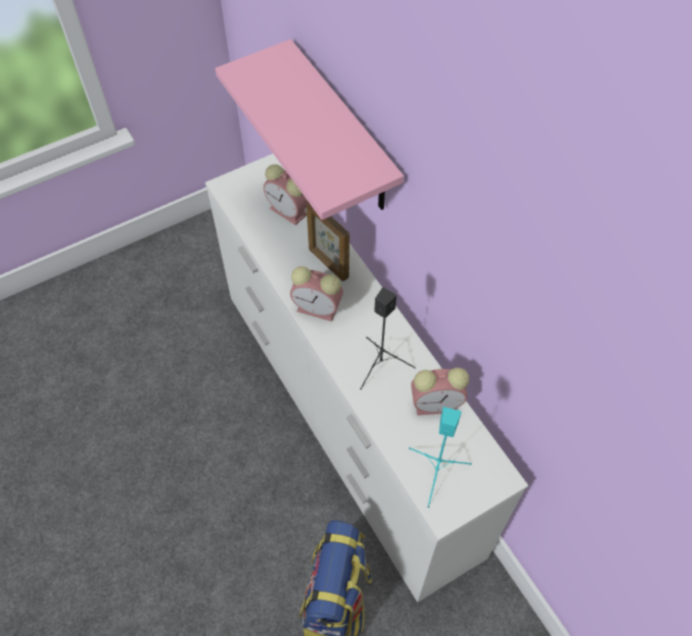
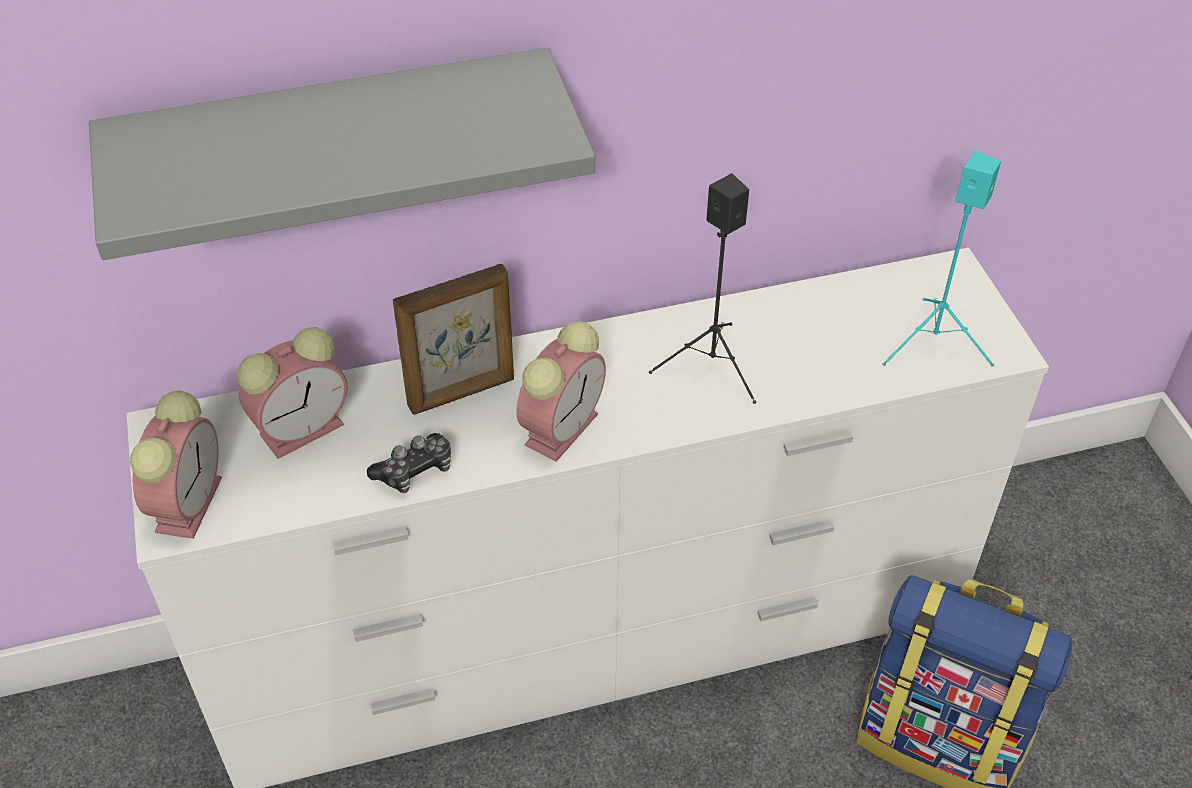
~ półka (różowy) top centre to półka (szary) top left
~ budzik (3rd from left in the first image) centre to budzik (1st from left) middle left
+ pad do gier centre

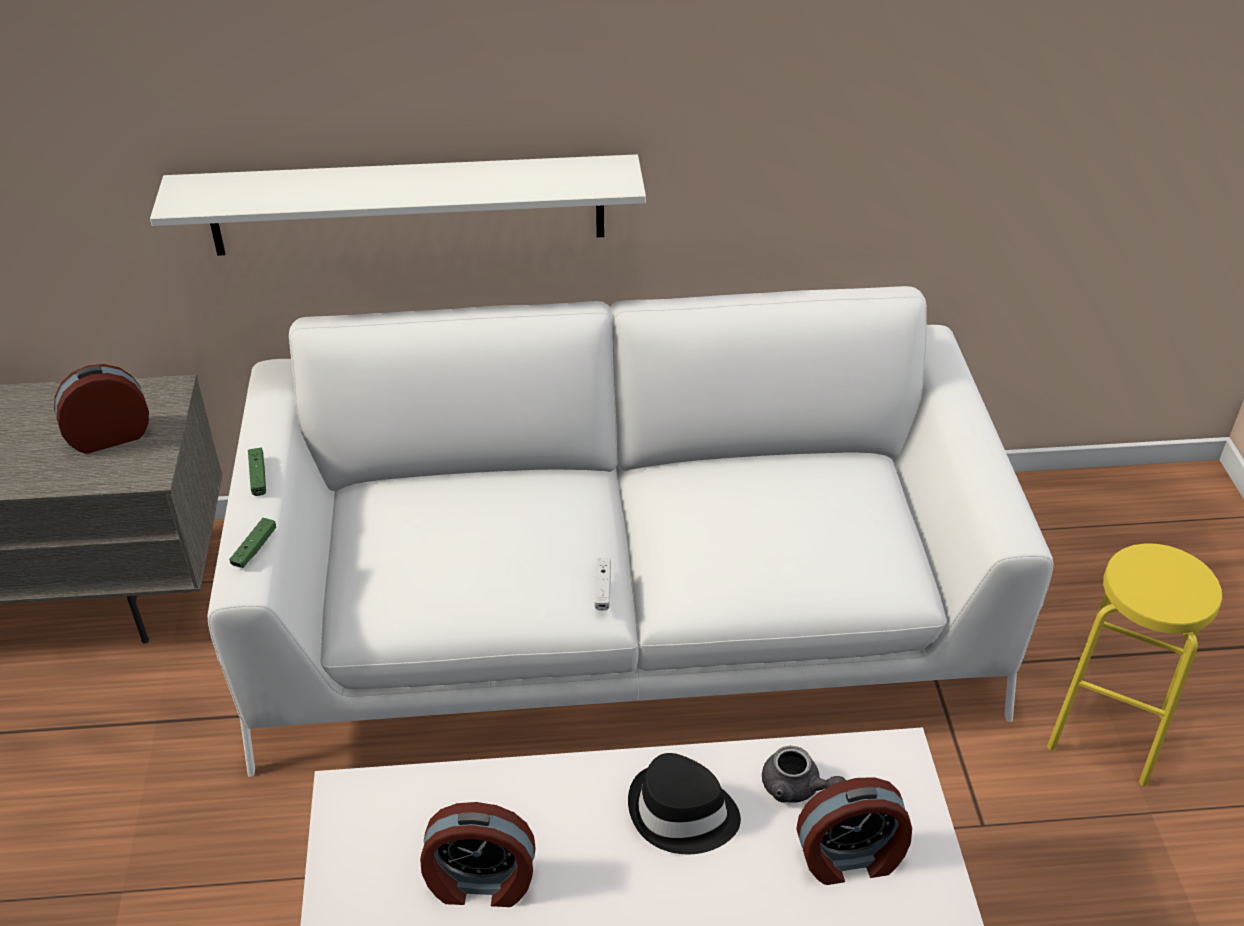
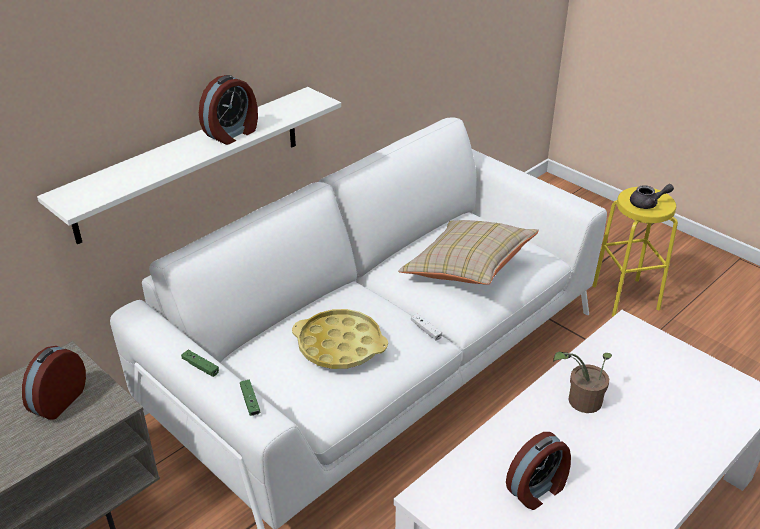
~ kapelusz (czarny) bottom centre to roślina doniczkowa bottom right
~ imbryk (szary) bottom centre to middle right
~ budzik (3rd from left in the first image) bottom right to budzik (2nd from left) top left
+ taca (żółty) centre
+ poduszka (beżowy) centre

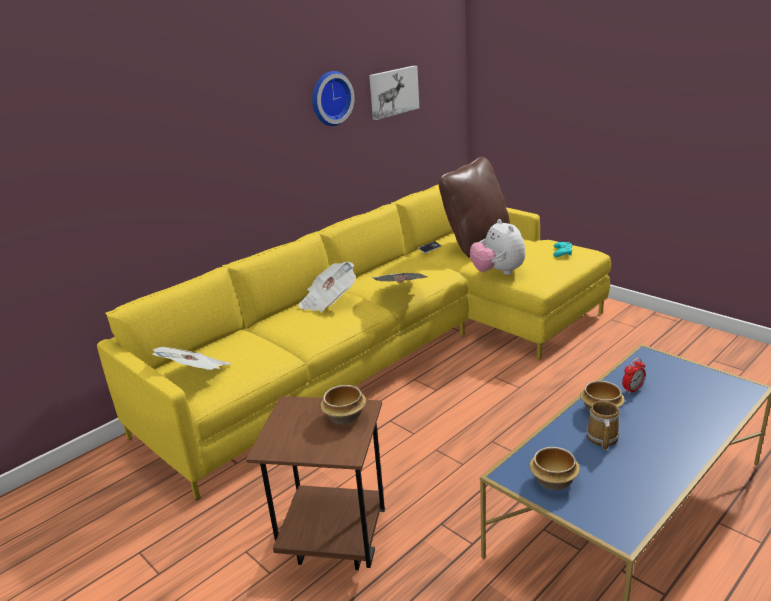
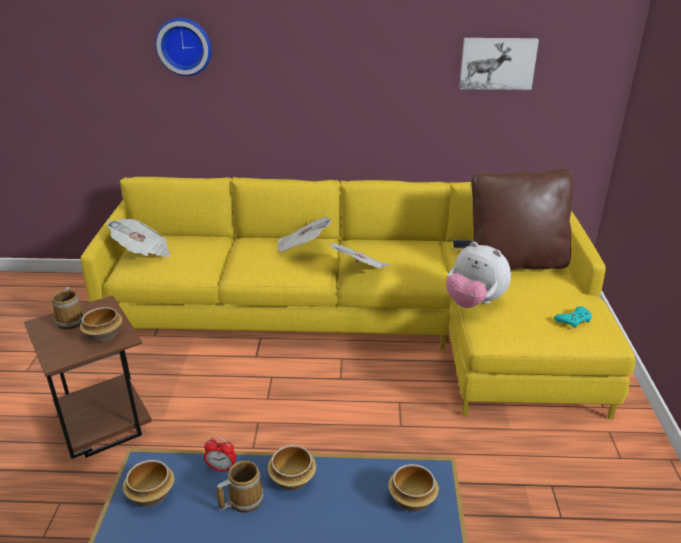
~ zegar ścienny top centre to top left
~ pluszak centre = middle right 75 degrees counterclockwise
~ budzik middle right to bottom left
+ kubek (1st from left) middle left
+ miska (4th from left) bottom centre

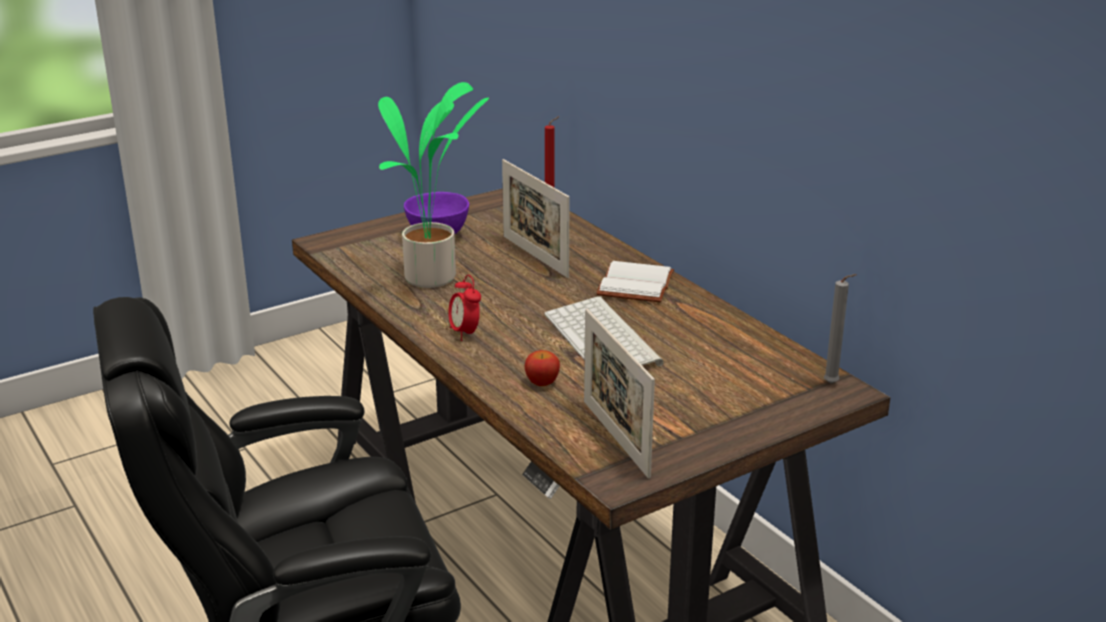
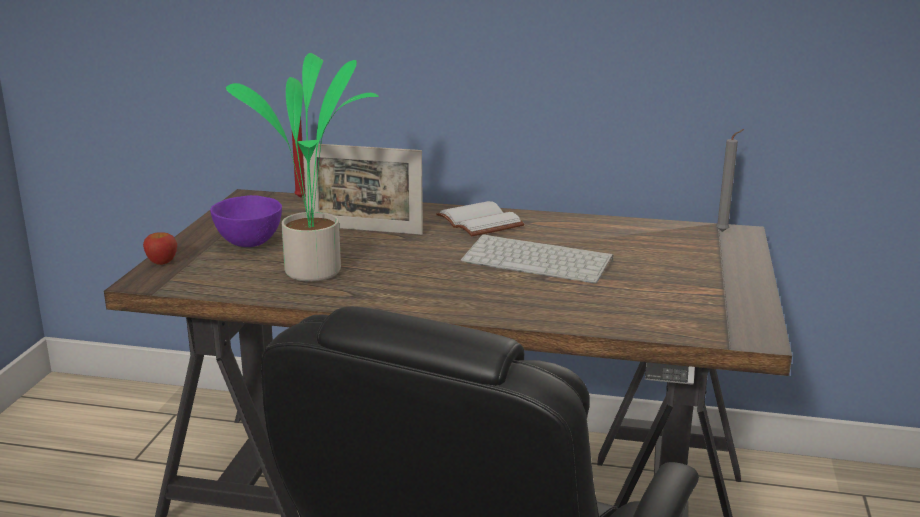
- budzik centre
~ jabłko centre to middle left
- ramka na zdjęcie (2nd from left) centre

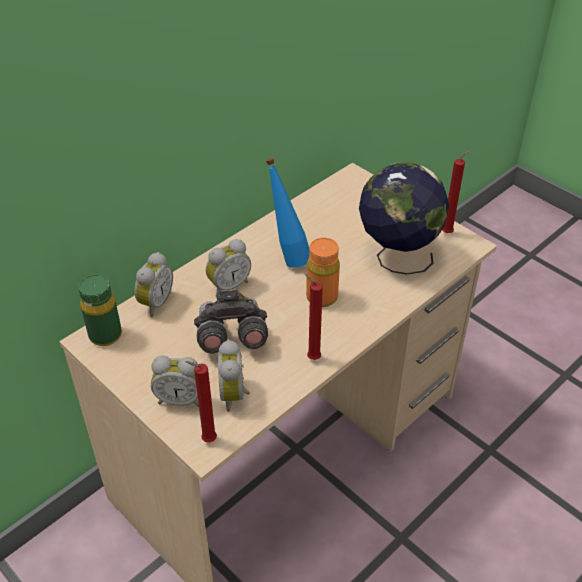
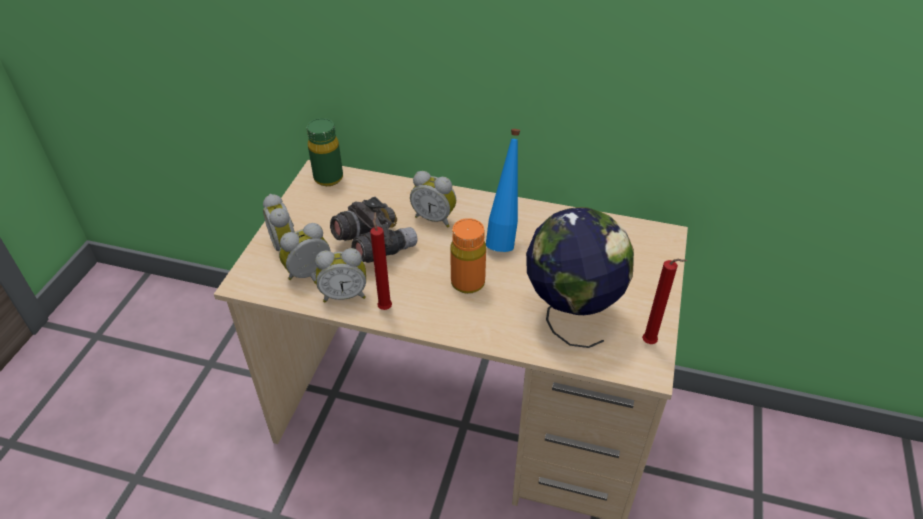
~ budzik (1st from left in the first image) middle left to budzik (3rd from left) centre
- świeca (czerwony) (1st from left) bottom centre

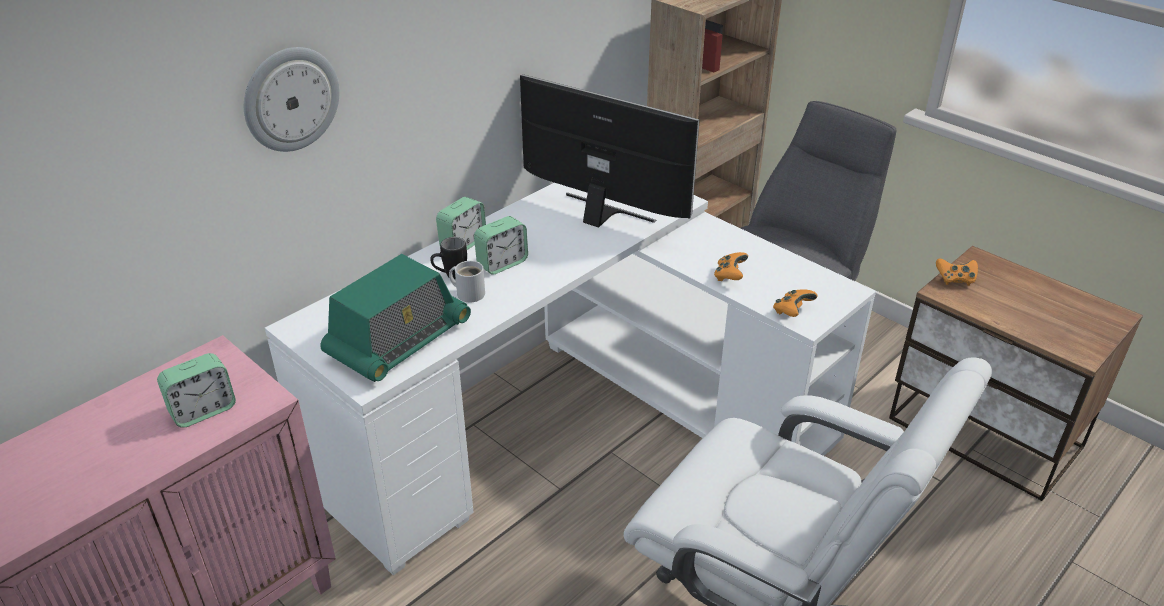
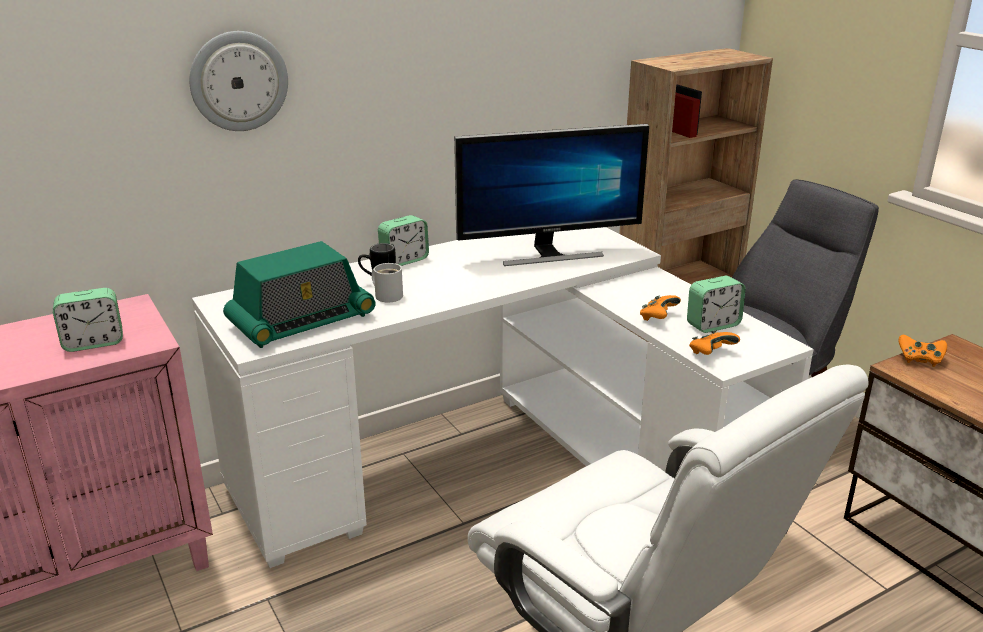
~ budzik (3rd from left) centre to middle right
~ monitor top centre = top centre 120 degrees clockwise

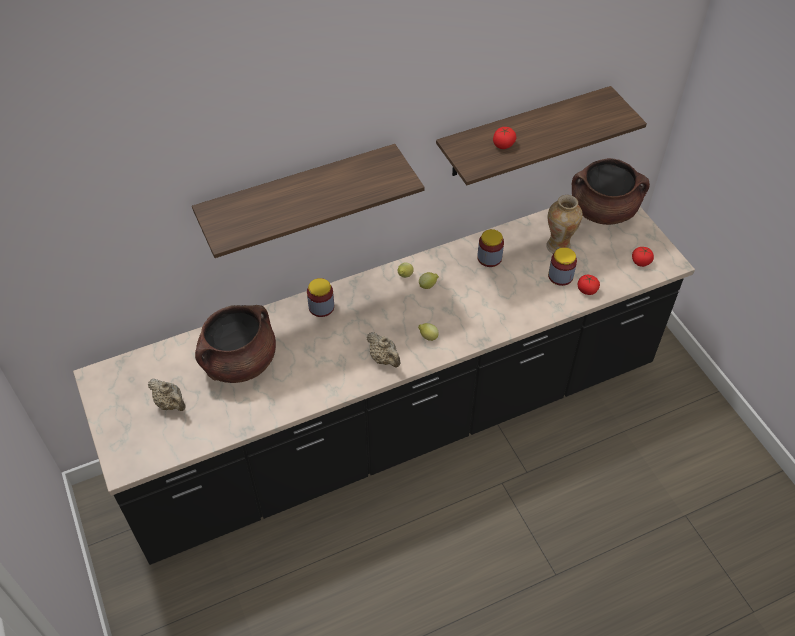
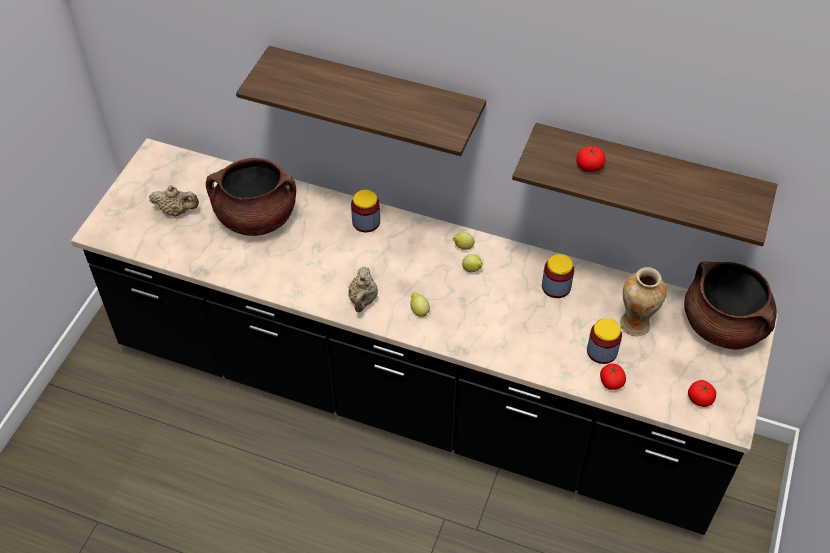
~ imbryk (beżowy) (1st from left) middle left = middle left 75 degrees counterclockwise

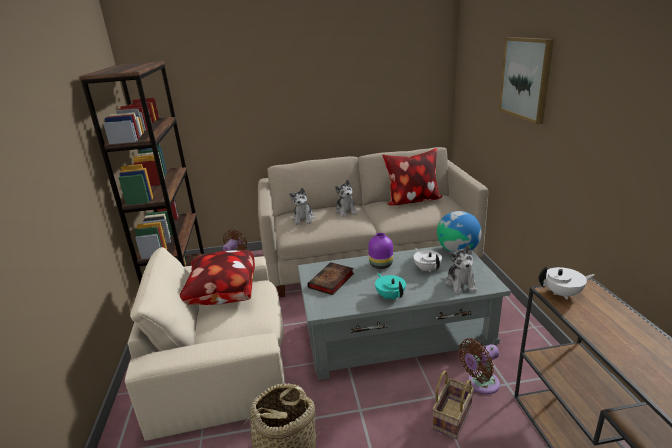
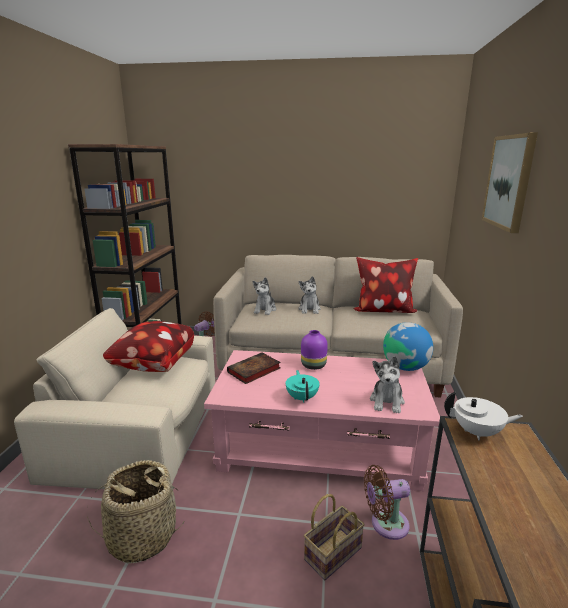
~ ława (szary) bottom centre to ława (różowy) bottom centre
- imbryk (biały) (1st from left) centre

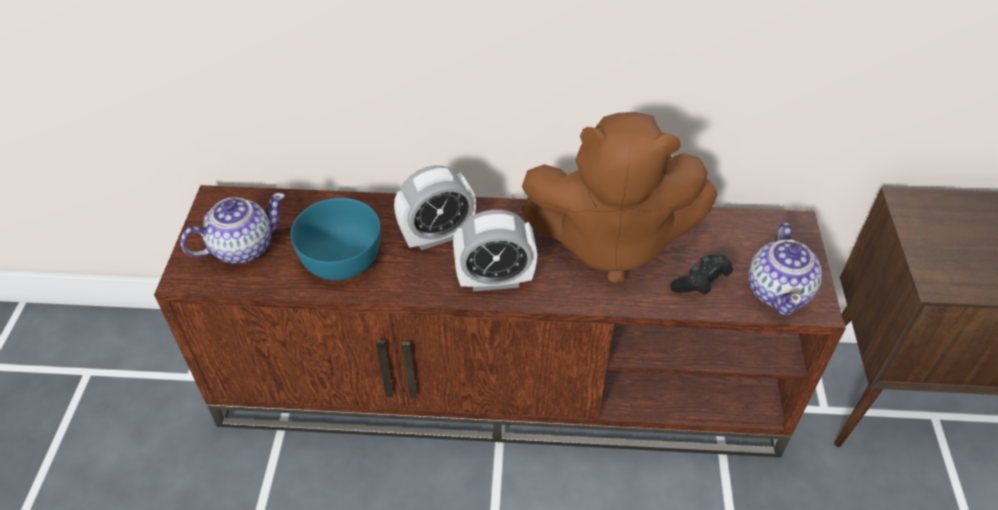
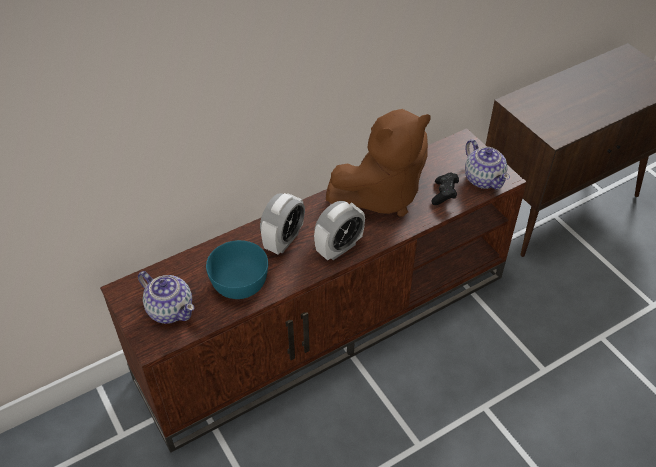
~ imbryk (1st from left) middle left = middle left 105 degrees clockwise

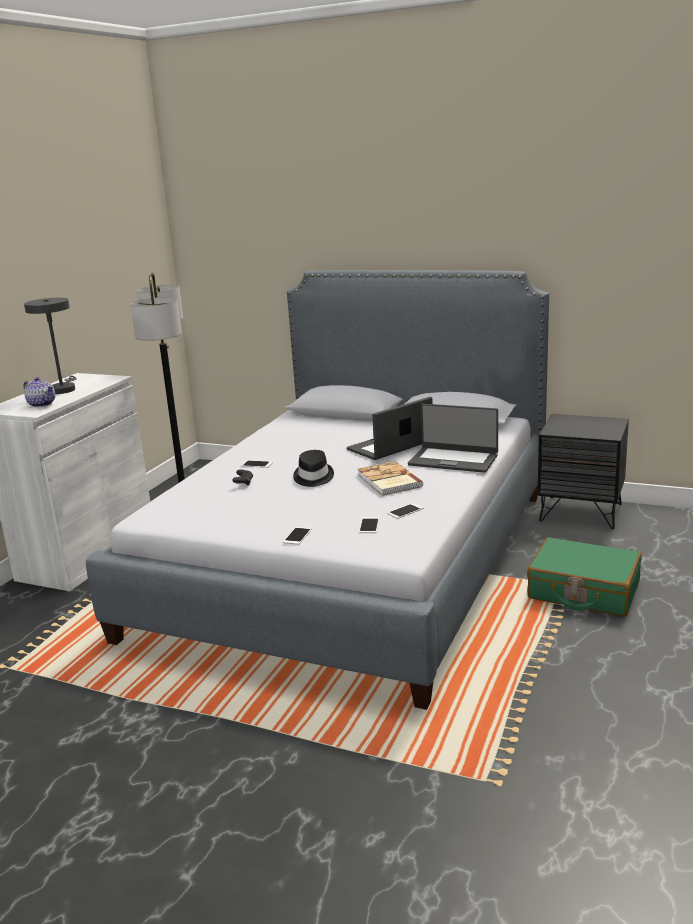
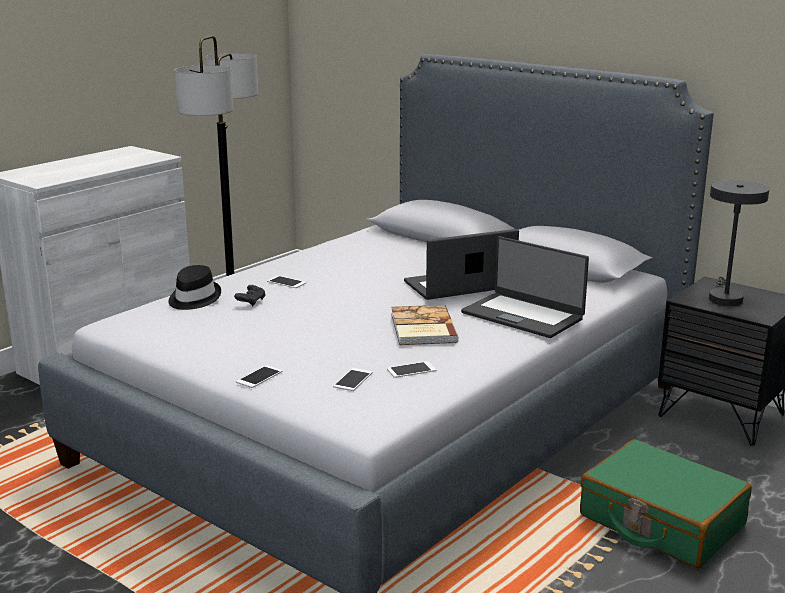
- imbryk middle left
~ lampa stołowa (szary) middle left to middle right
~ kapelusz (czarny) centre to middle left

